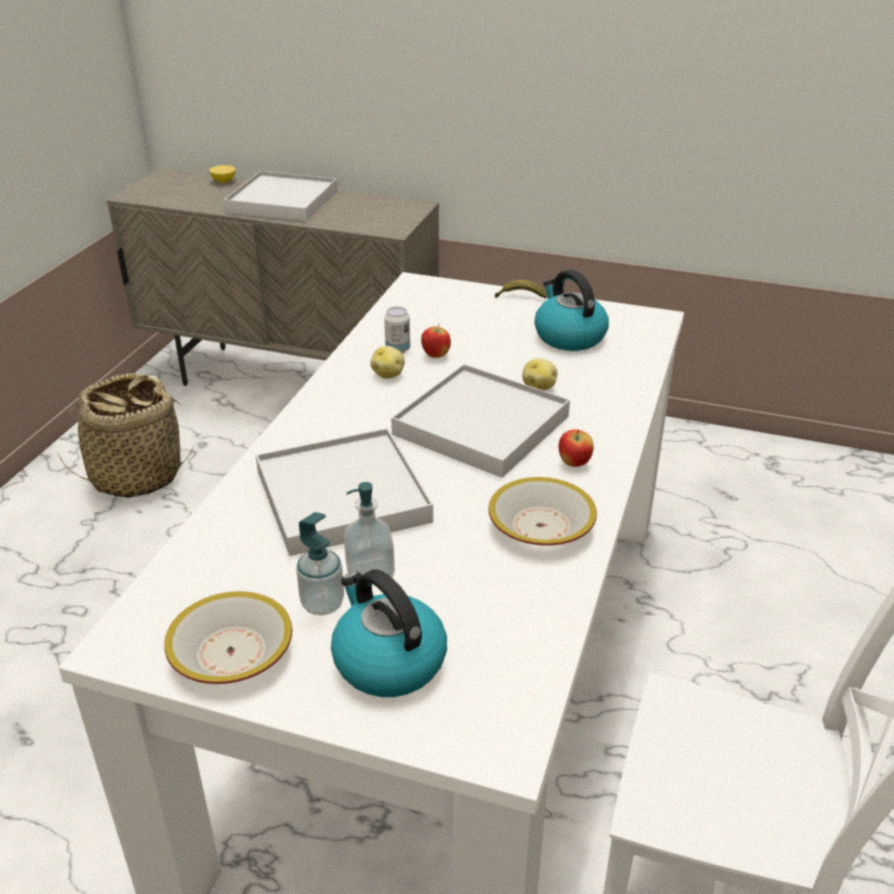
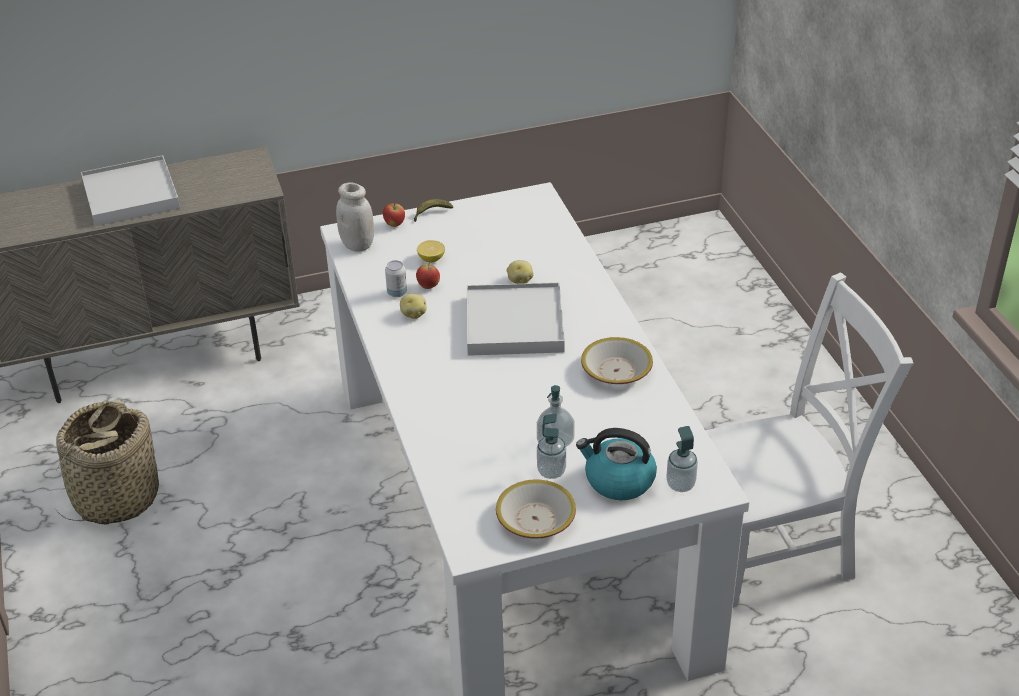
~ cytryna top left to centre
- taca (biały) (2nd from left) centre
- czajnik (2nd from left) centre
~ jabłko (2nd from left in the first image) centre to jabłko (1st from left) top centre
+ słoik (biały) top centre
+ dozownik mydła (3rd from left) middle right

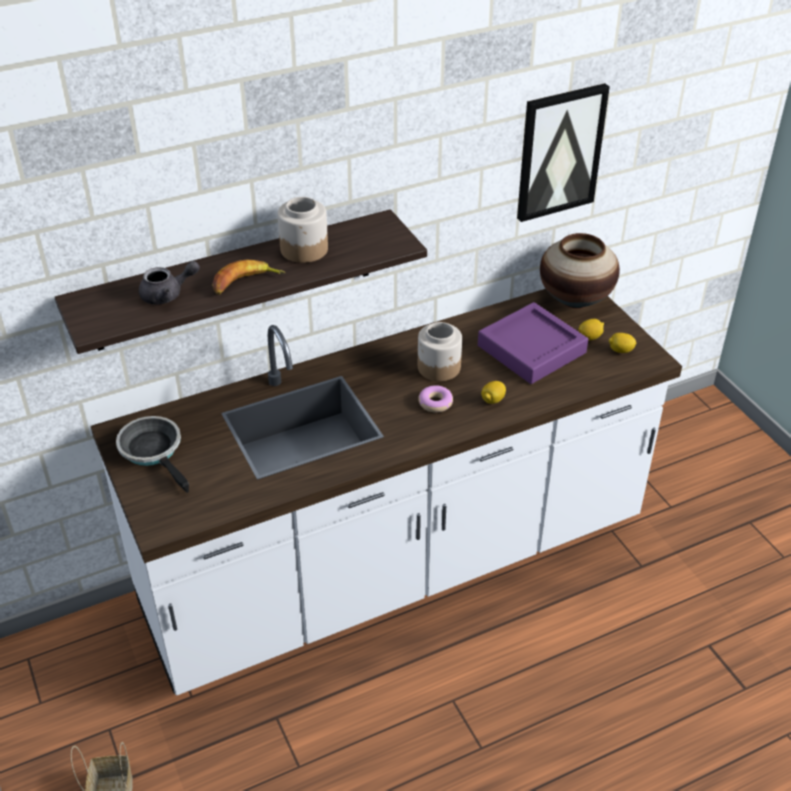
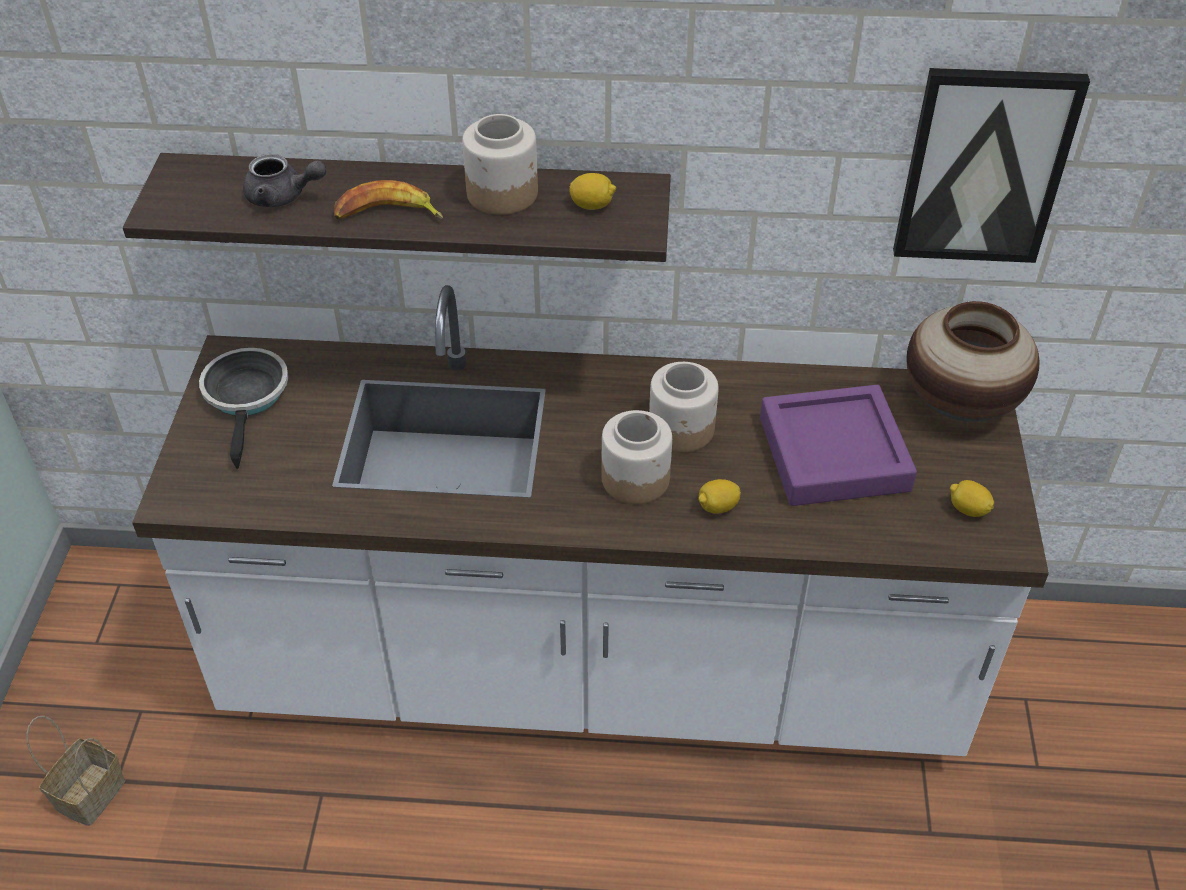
~ donut centre to słoik (2nd from left) centre
~ cytryna (2nd from left in the first image) middle right to cytryna (1st from left) top centre

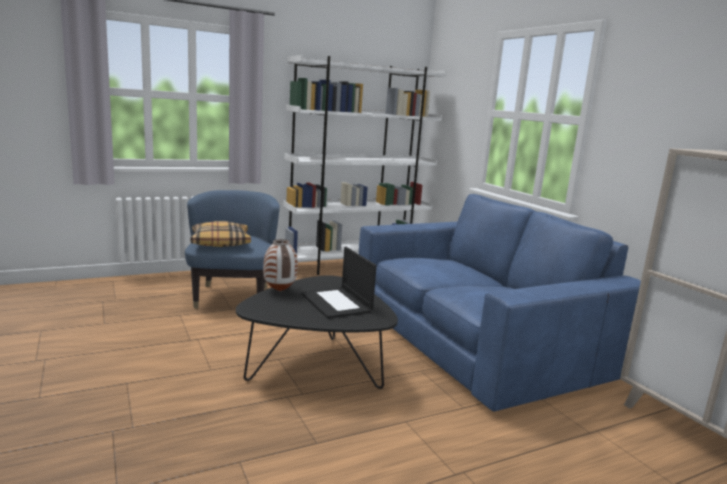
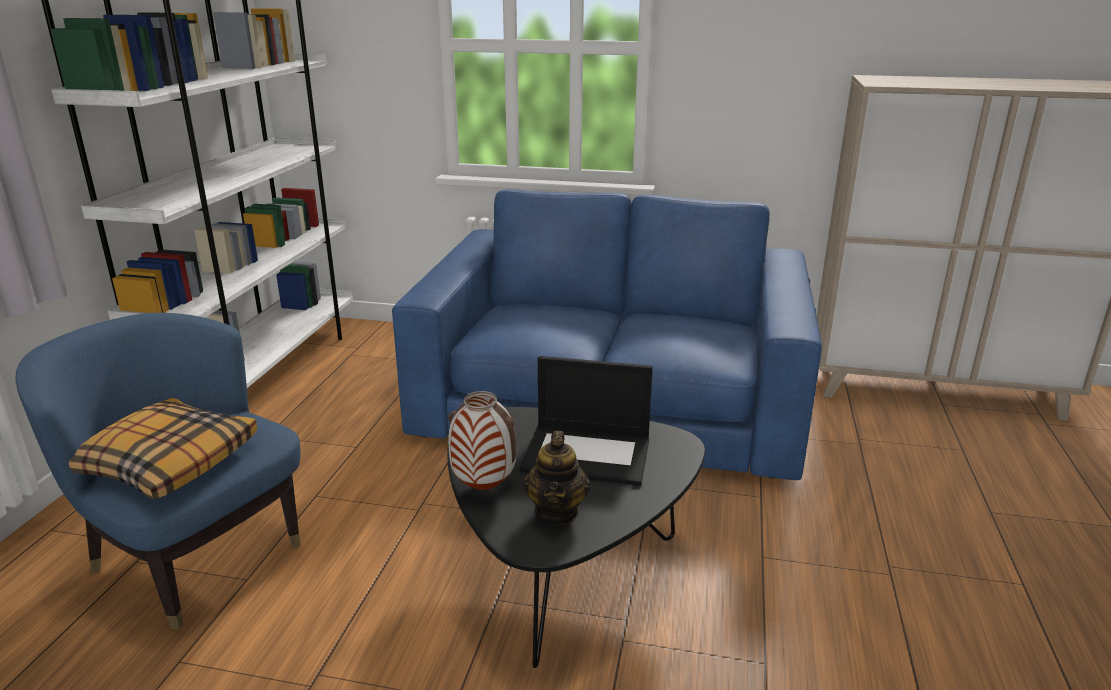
+ imbryk bottom centre

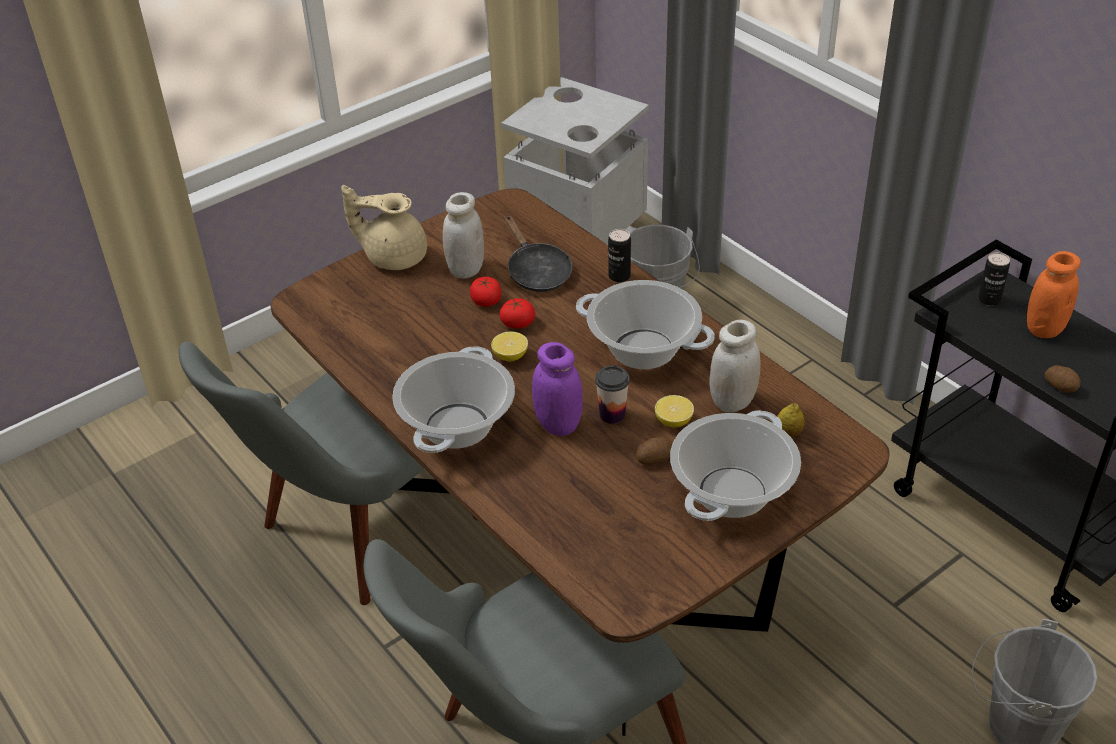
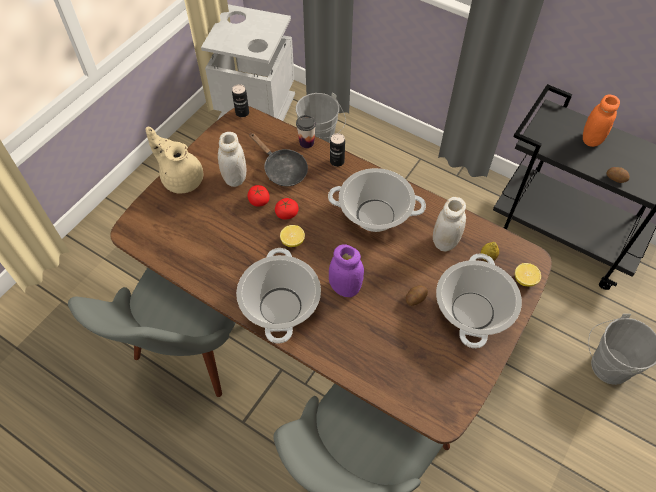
~ imbryk (beżowy) top centre = top left 45 degrees clockwise
~ filiżanka centre to top centre
~ cytryna (2nd from left in the first image) centre to cytryna (3rd from left) middle right
~ puszka (2nd from left in the first image) middle right to puszka (1st from left) top centre

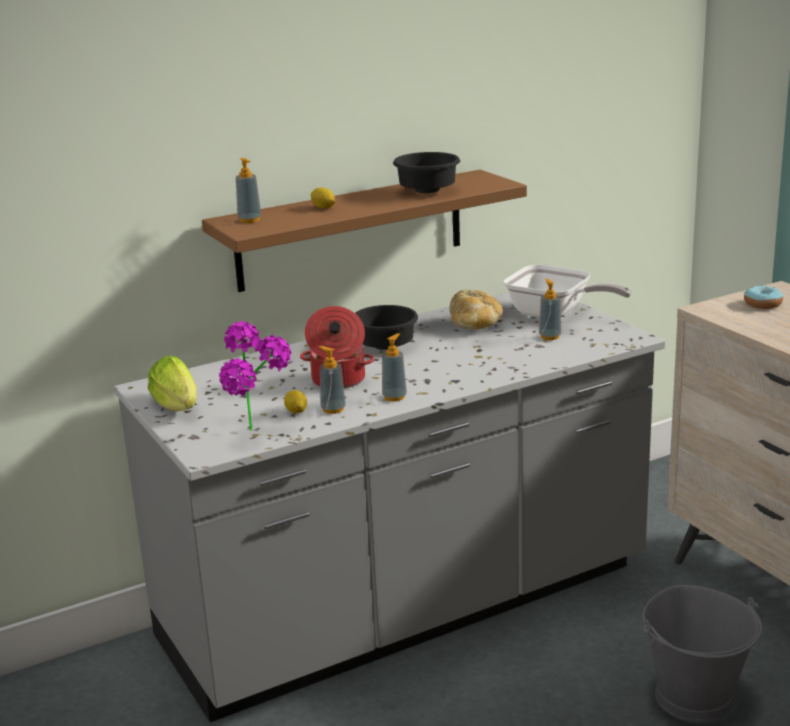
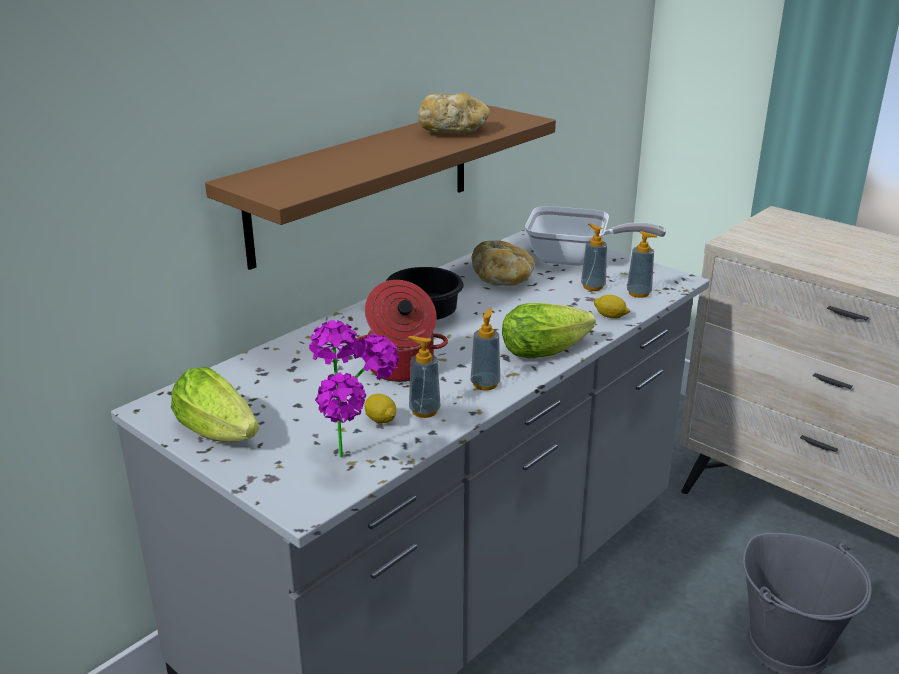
~ dozownik mydła (1st from left in the first image) top left to dozownik mydła (4th from left) middle right
~ cytryna (2nd from left) top centre to middle right
~ miska (czarny) (2nd from left) top centre to chleb (1st from left) top centre
- donut middle right
+ sałata (2nd from left) centre

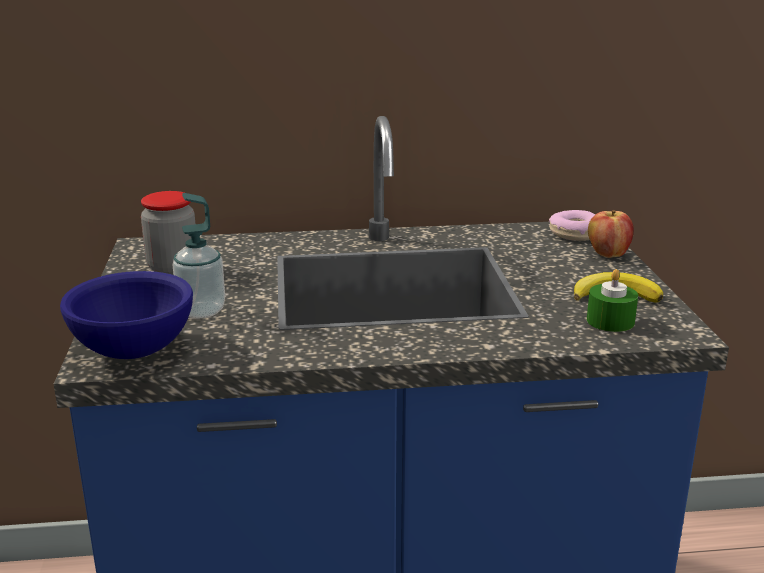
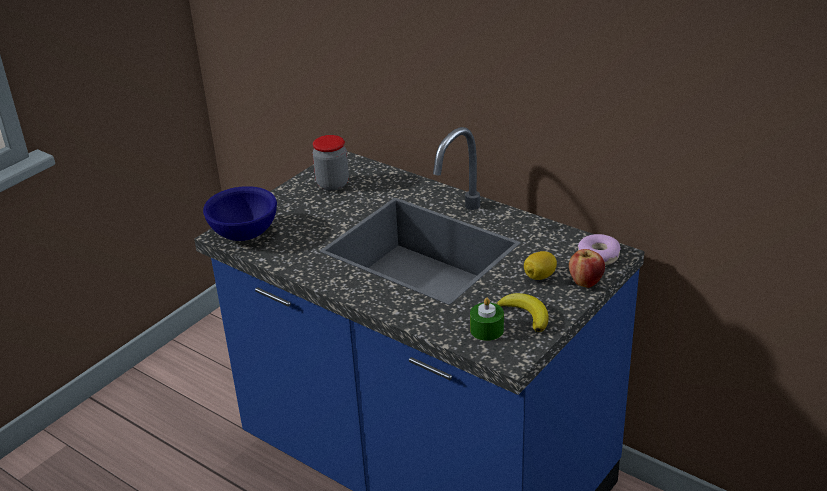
- dozownik mydła middle left
+ cytryna centre

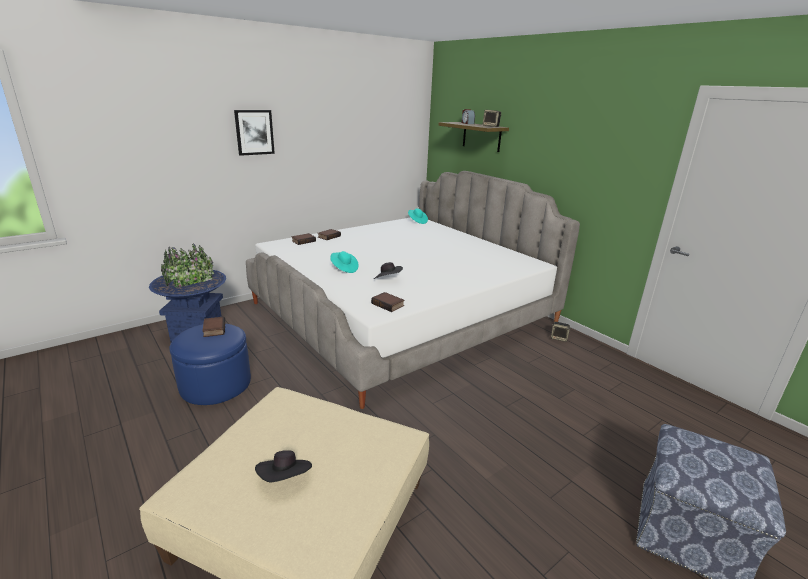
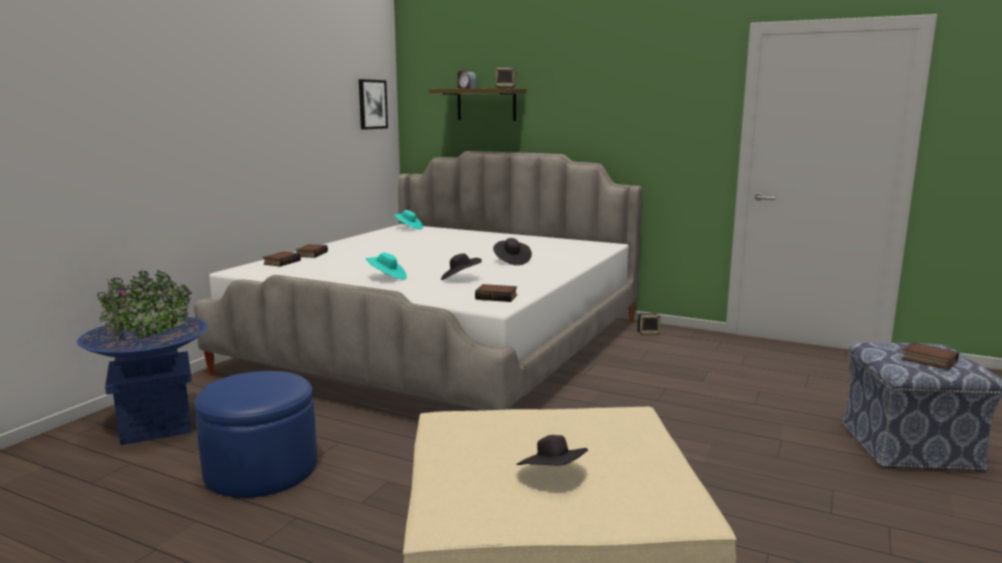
~ książka (1st from left in the first image) middle left to książka (4th from left) middle right
~ obraz top left to top centre
+ kapelusz (czarny) (2nd from left) centre

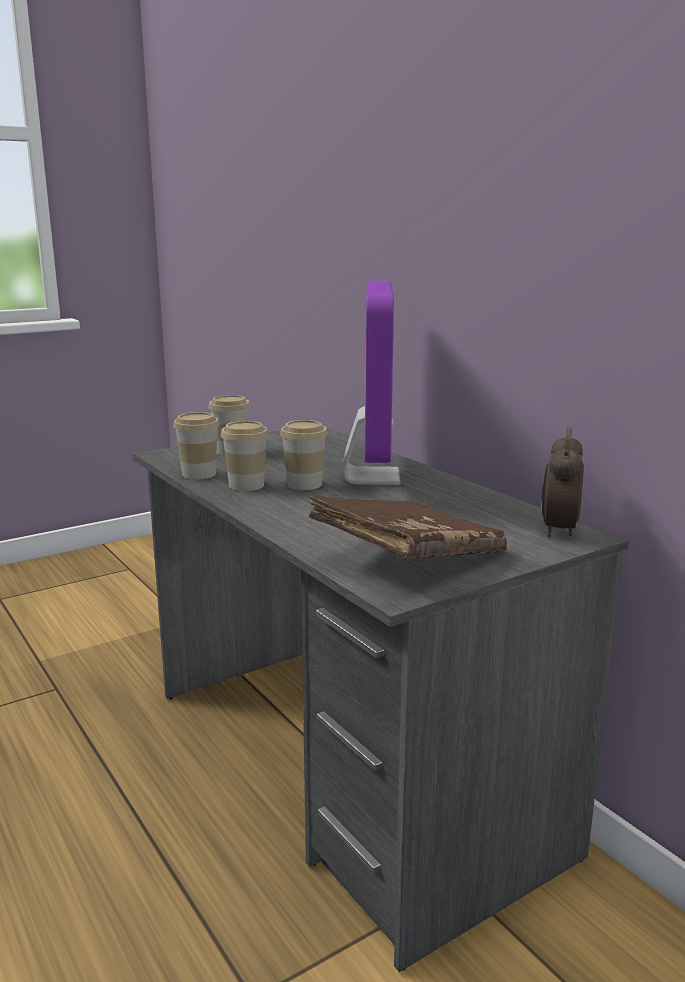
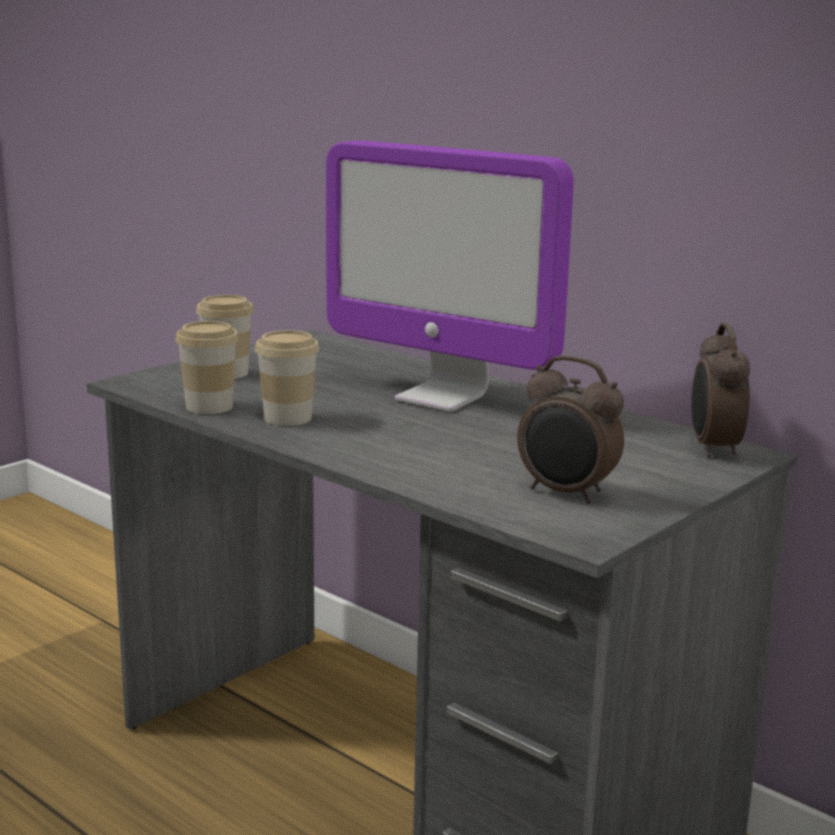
- filiżanka (4th from left) centre
~ książka (brązowy) centre to budzik (1st from left) middle right
~ monitor centre = top centre 135 degrees clockwise

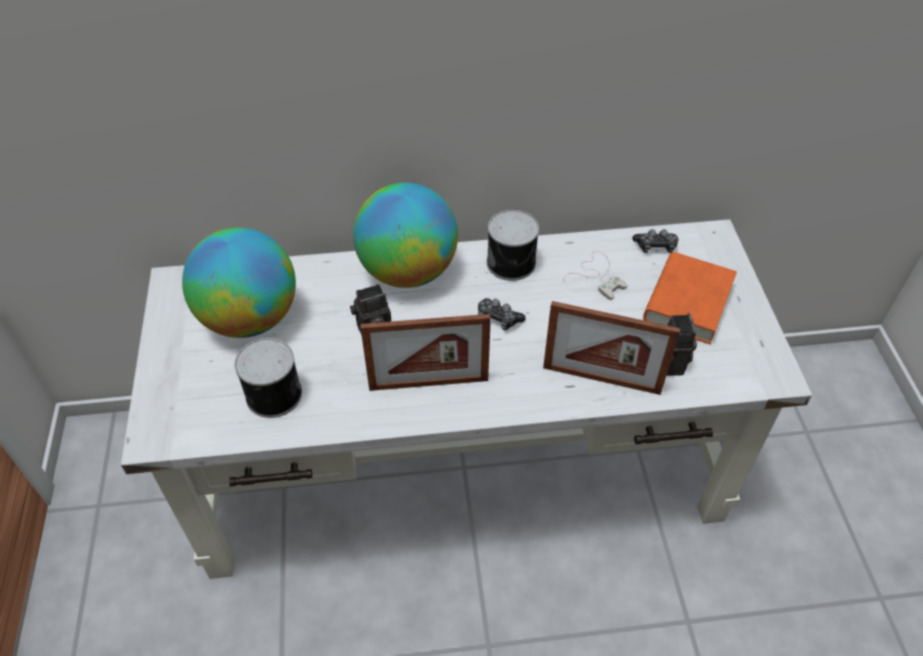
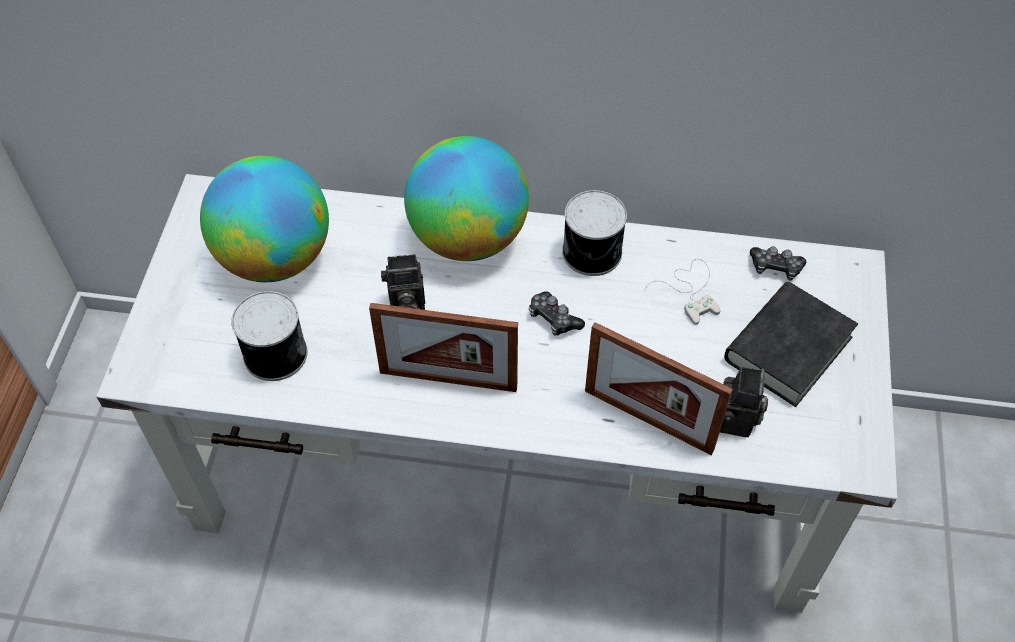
~ książka (pomarańczowy) middle right to książka (czarny) middle right

